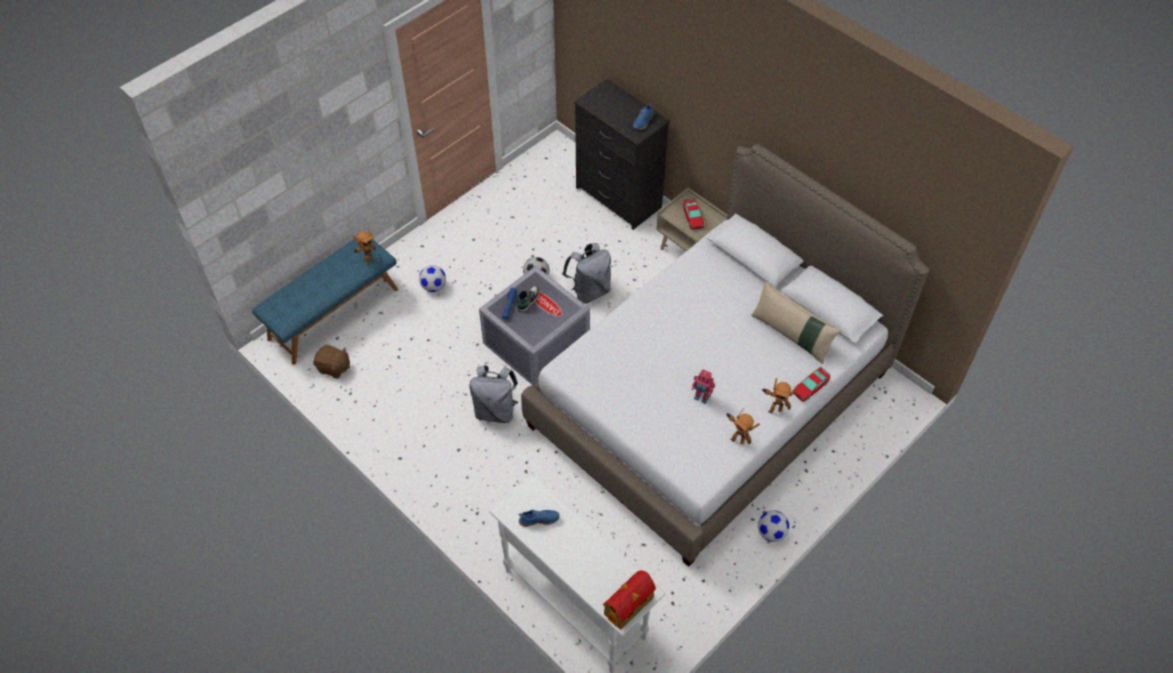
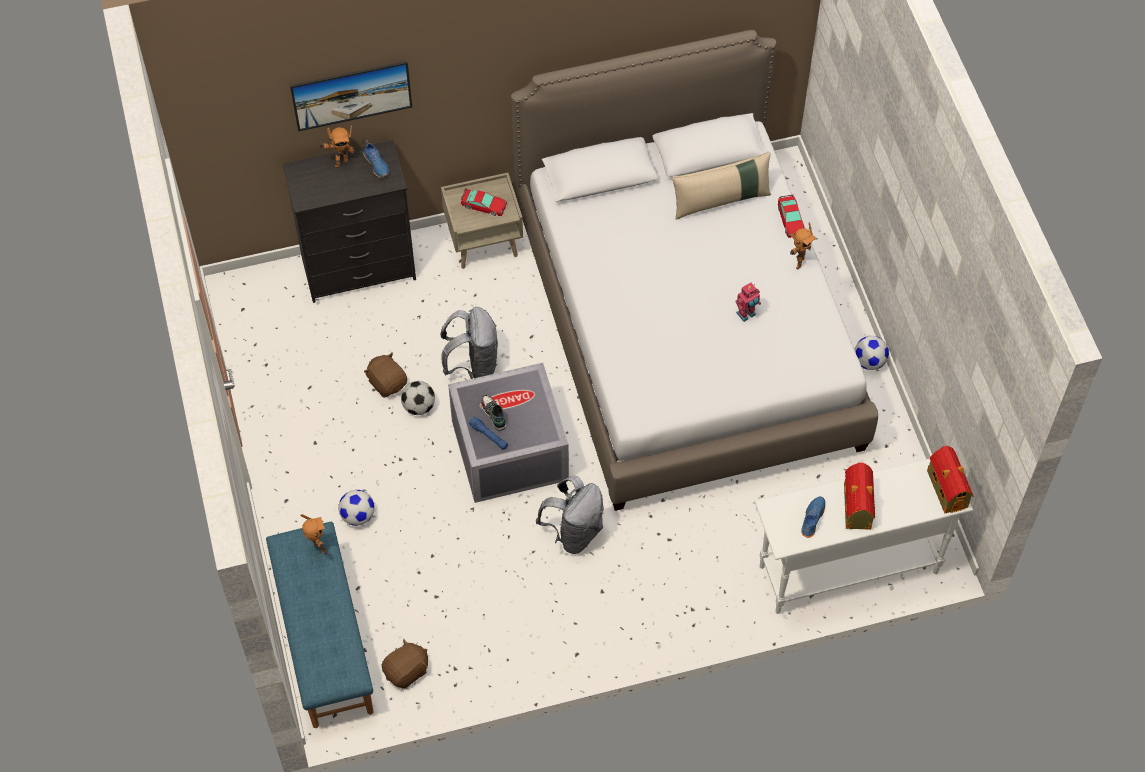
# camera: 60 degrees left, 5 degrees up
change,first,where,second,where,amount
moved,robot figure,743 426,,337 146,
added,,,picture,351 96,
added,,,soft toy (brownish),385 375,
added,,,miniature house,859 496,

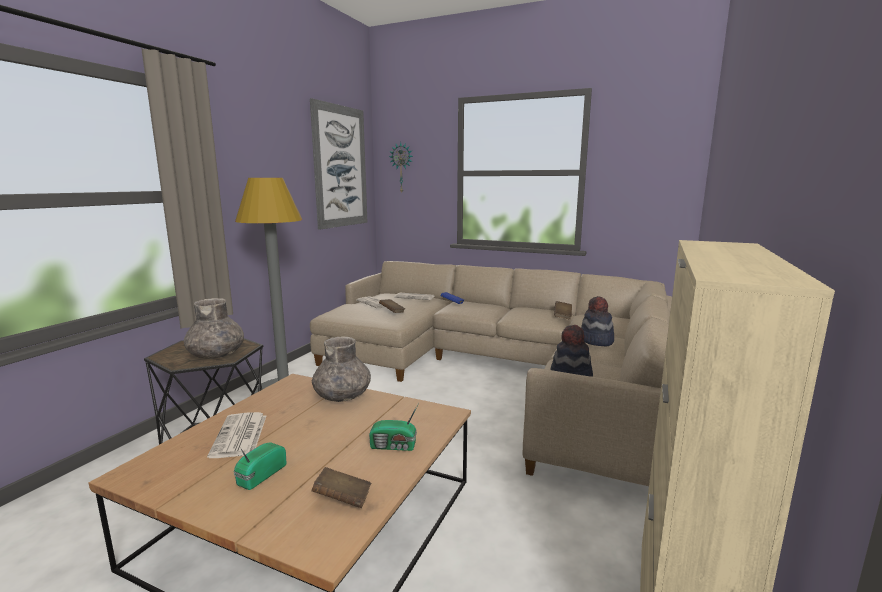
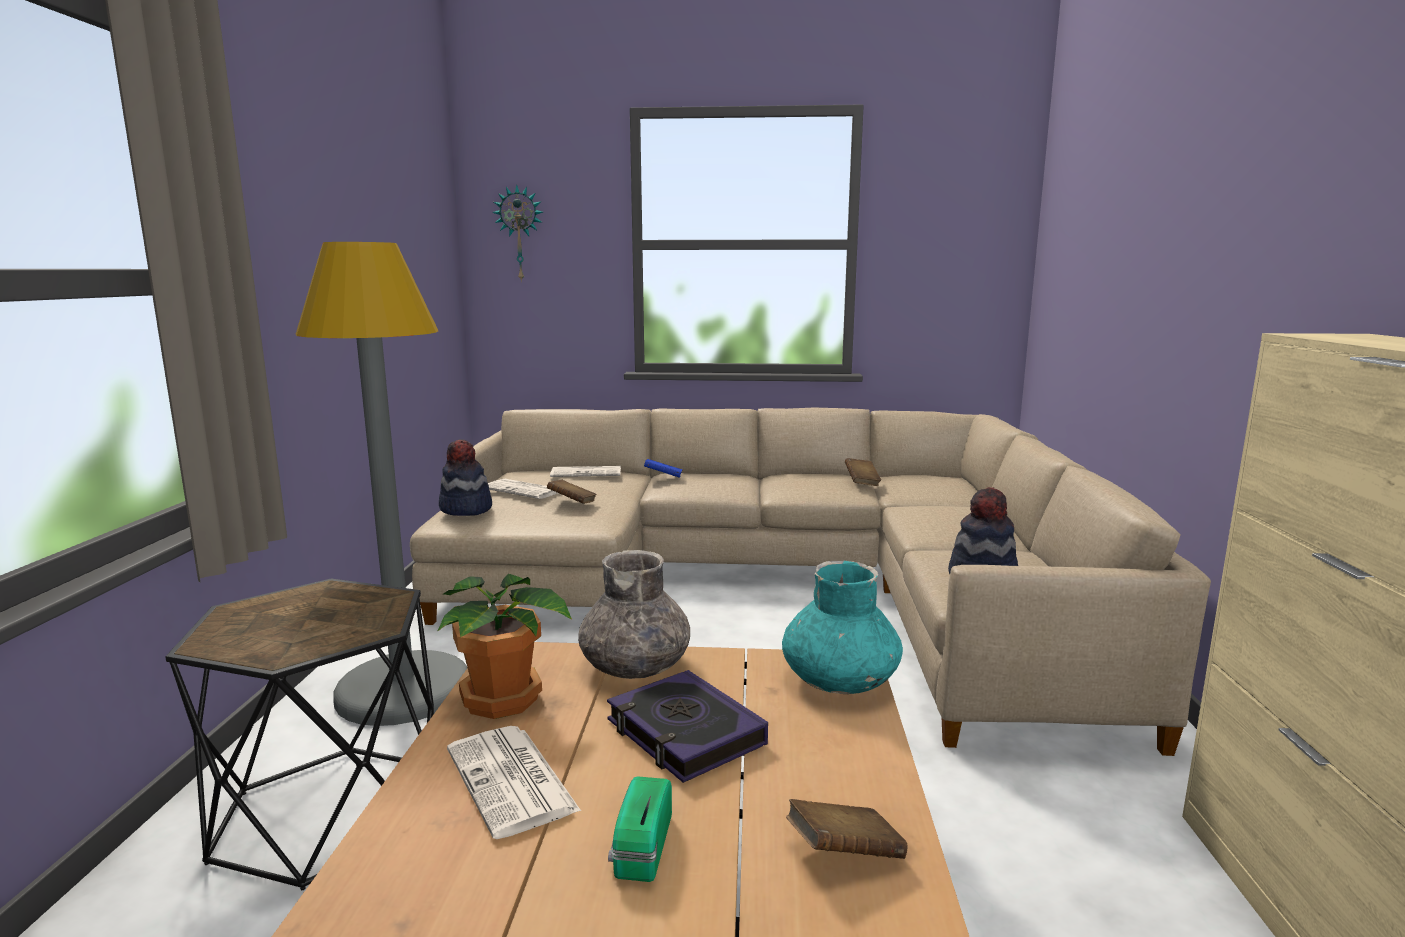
# camera: 20 degrees left, 0 degrees up
change,first,where,second,where,amount
removed,picture,339 164,,,
moved,wearable hat,597 321,,465 477,
removed,vase (greyish),214 328,,,
removed,radio set,394 427,,,
added,,,vase (blue-green),842 627,
added,,,plant in a pot,504 646,
added,,,volume,687 726,

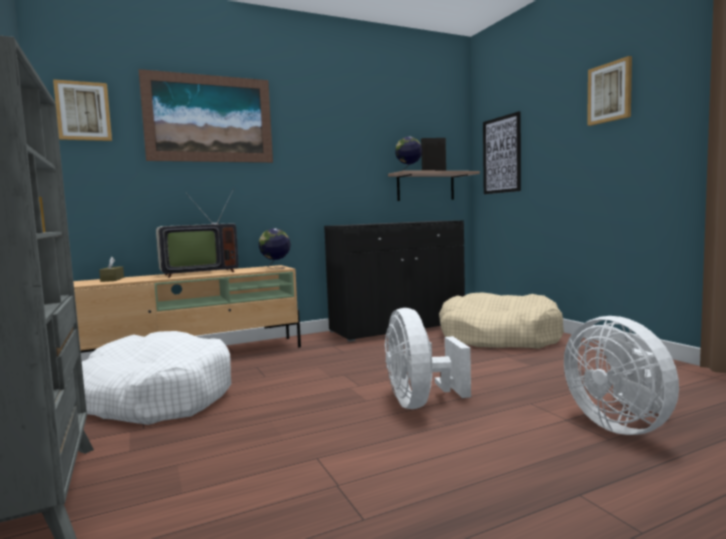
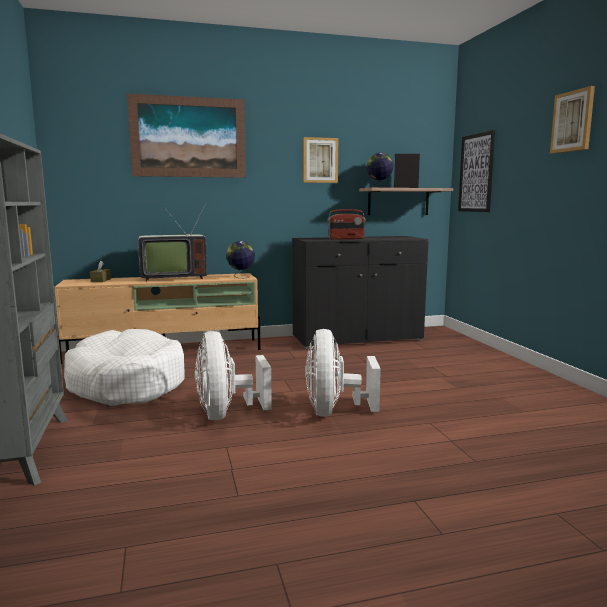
# camera: 10 degrees right, 5 degrees up
change,first,where,second,where,amount
moved,picture,82 110,,320 160,
removed,pet bed (beige-coloured),501 320,,,
moved,fan (white),621 375,,233 375,
added,,,radio set,346 224,

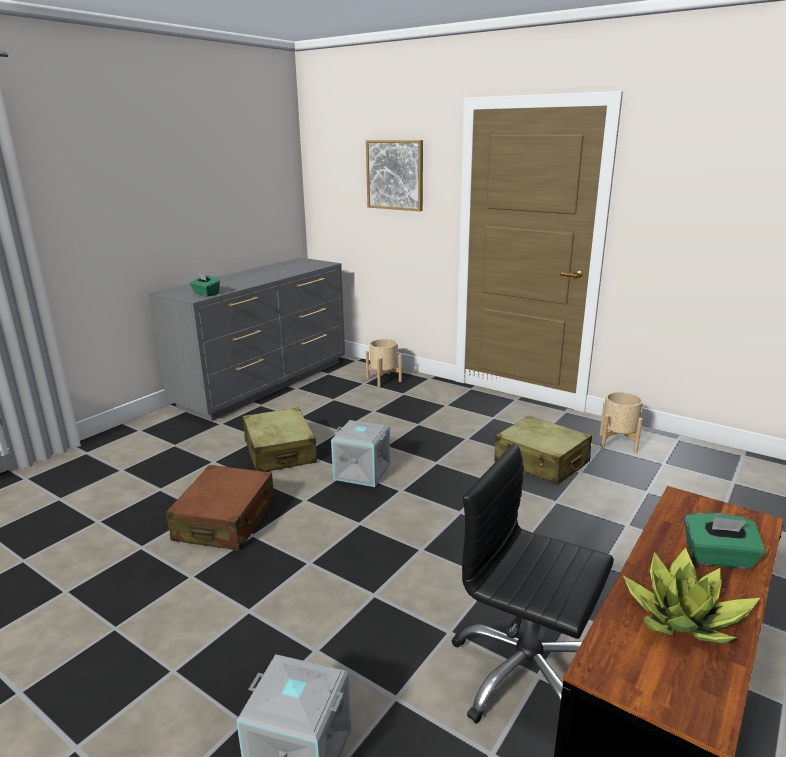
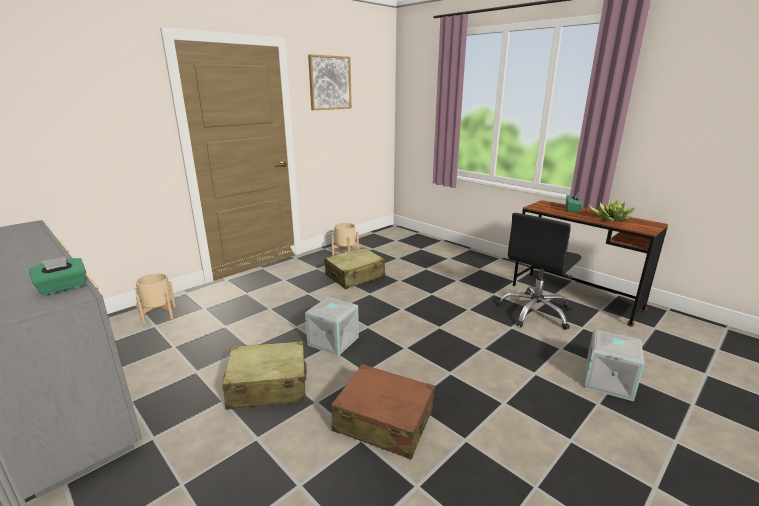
# camera: 80 degrees left, 0 degrees up
change,first,where,second,where,amount
moved,picture,394 175,,330 82,

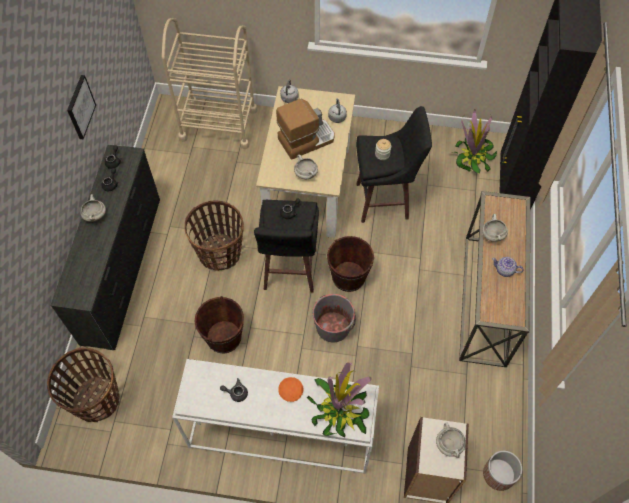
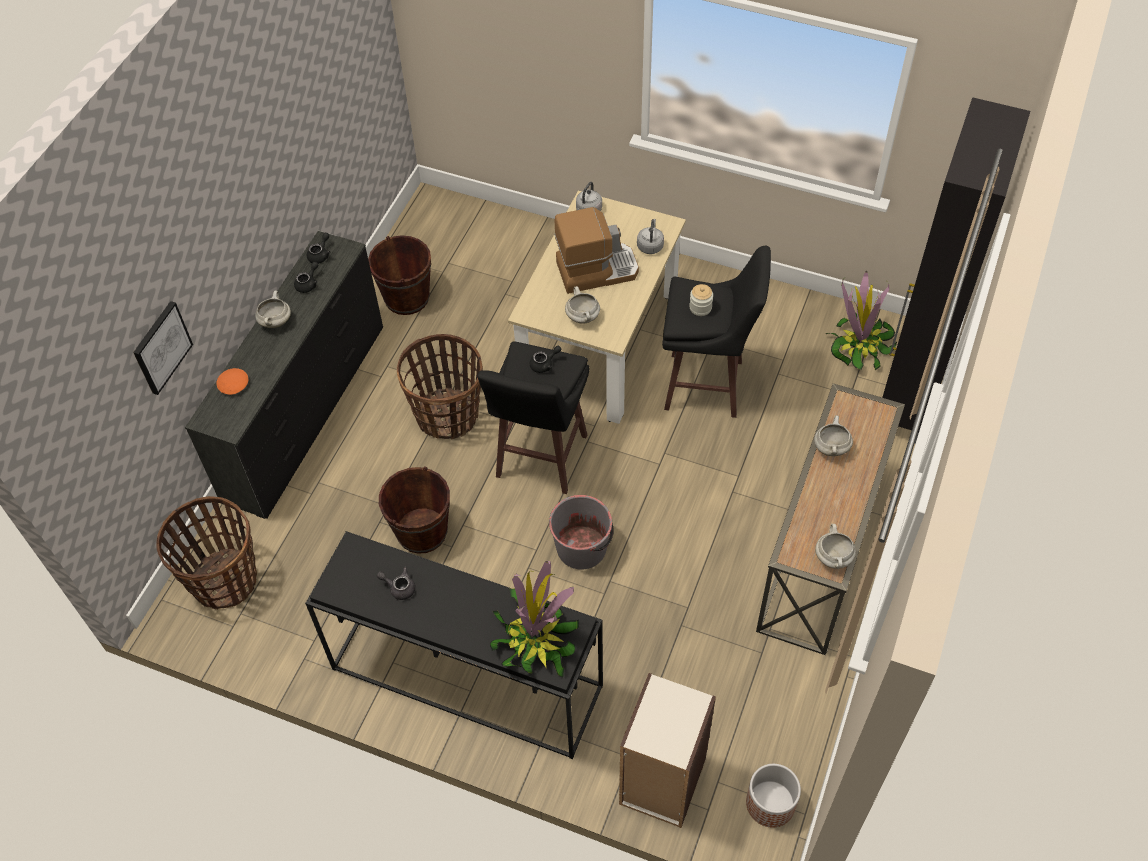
# camera: 15 degrees right, 5 degrees down
change,first,where,second,where,amount
removed,cart (beige-coloured),209 83,,,
moved,picture,81 107,,163 348,
moved,pail (brownish),350 264,,399 275,
removed,teapot,508 267,,,
recoloured,hall table (white),275 416,hall table (black-coloured),454 645,
moved,plate (orange-coloured),290 389,,232 381,
moved,cooking pot (white),451 440,,835 546,

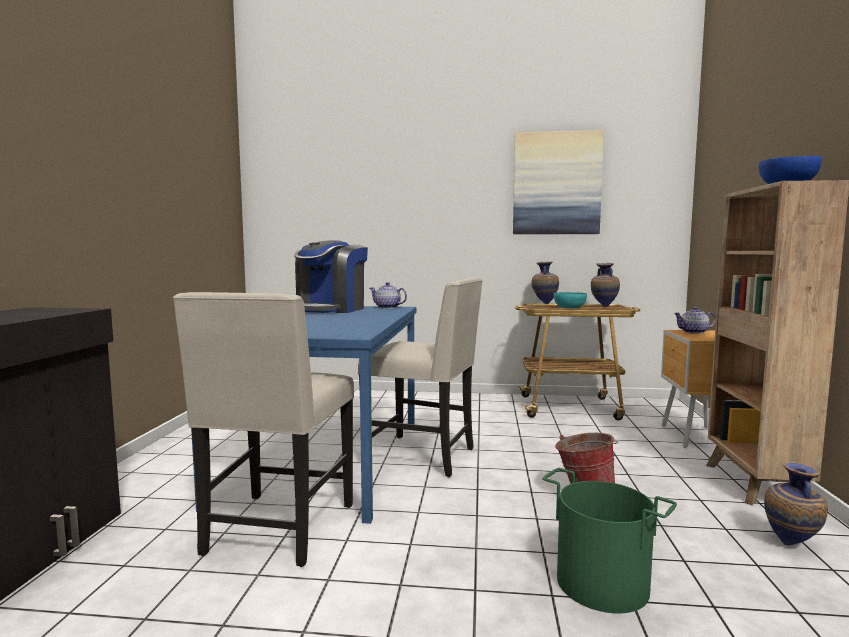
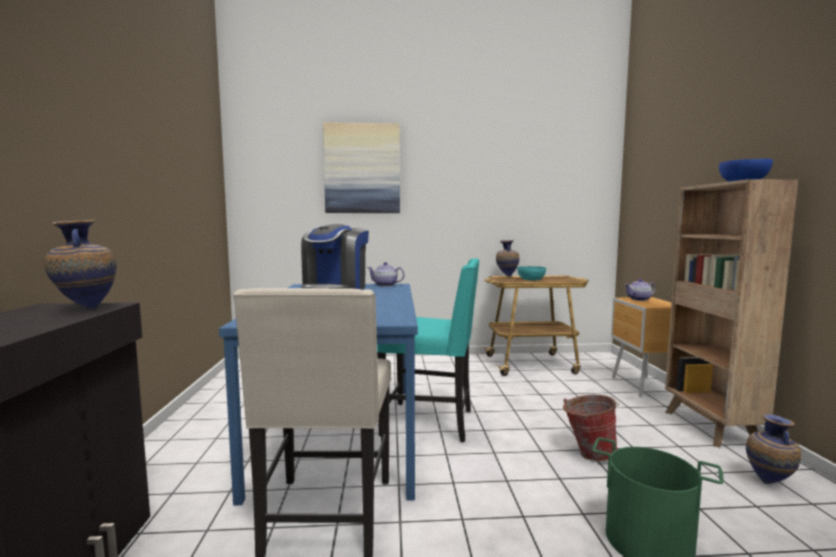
# camera: 10 degrees left, 0 degrees up
change,first,where,second,where,amount
moved,picture,558 182,,361 167,
moved,vase,605 285,,80 264,
recoloured,upright chair (beige-coloured),420 377,upright chair (blue-green),428 350,

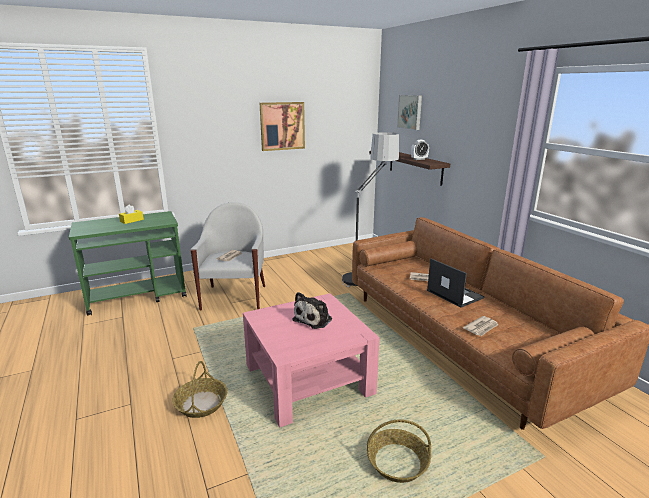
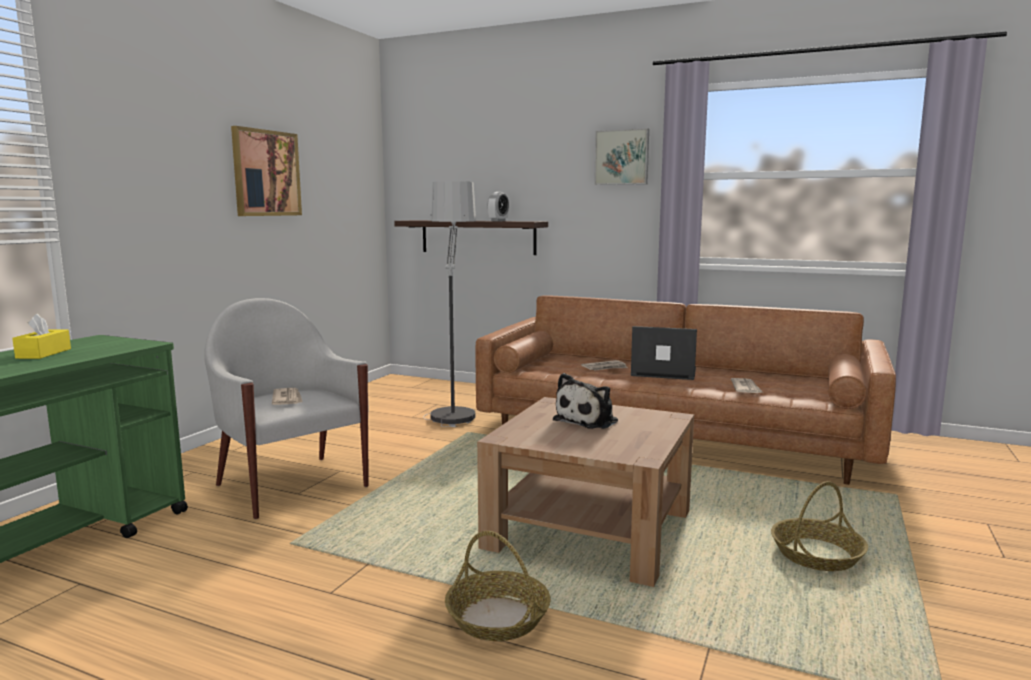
# camera: 40 degrees left, 10 degrees down
change,first,where,second,where,amount
moved,picture,409 112,,621 156,
turned,soft toy,312 310,,585 401,45 degrees clockwise
recoloured,low table (pinkish),311 360,low table (brownish),585 492,

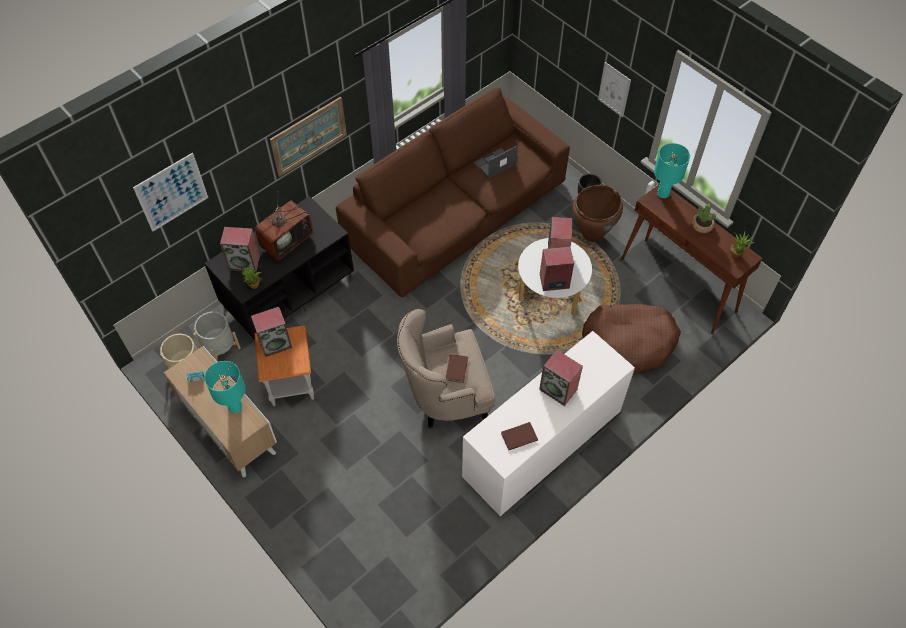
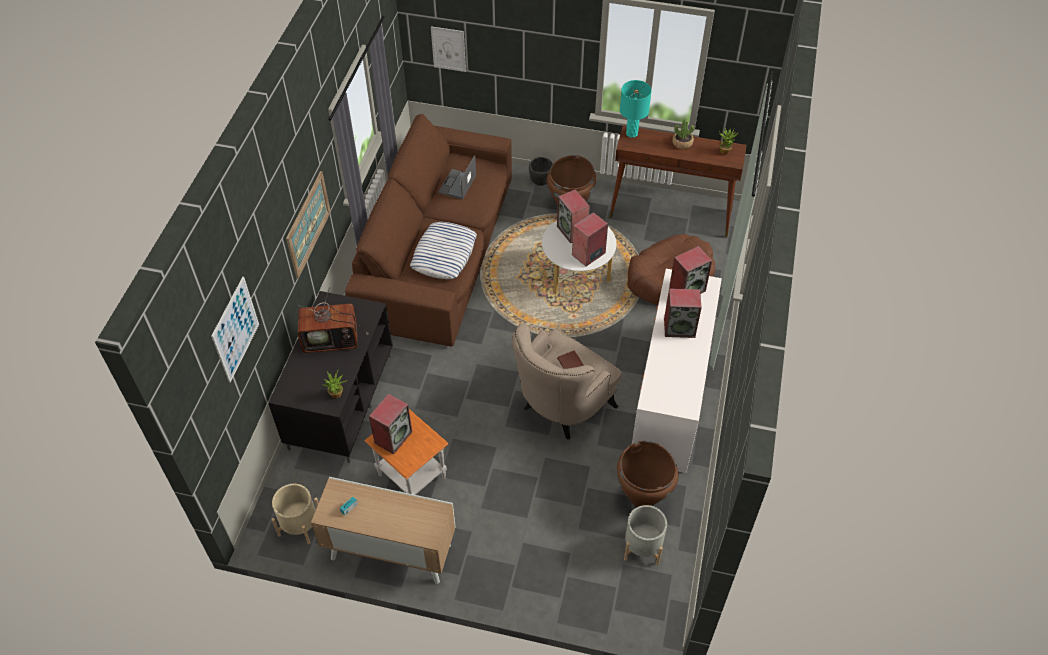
# camera: 35 degrees left, 5 degrees down
change,first,where,second,where,amount
moved,picture,614 90,,448 49,
turned,TV set,284 231,,333 320,75 degrees clockwise
moved,audio speaker,240 249,,690 270,
moved,flower pot (greyish),217 336,,645 535,
removed,lamp for a table (blue-green),225 387,,,
removed,volume (brownish),519 436,,,
added,,,pillow,443 250,
added,,,vase (brownish),647 474,

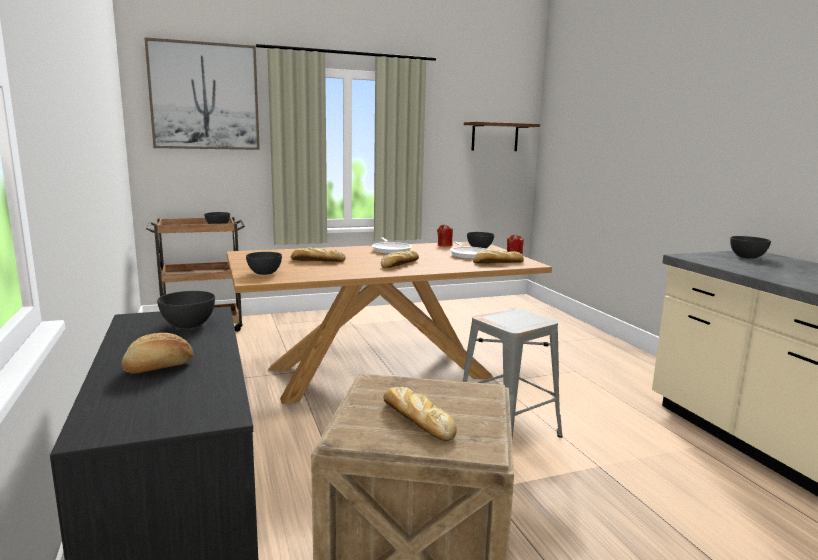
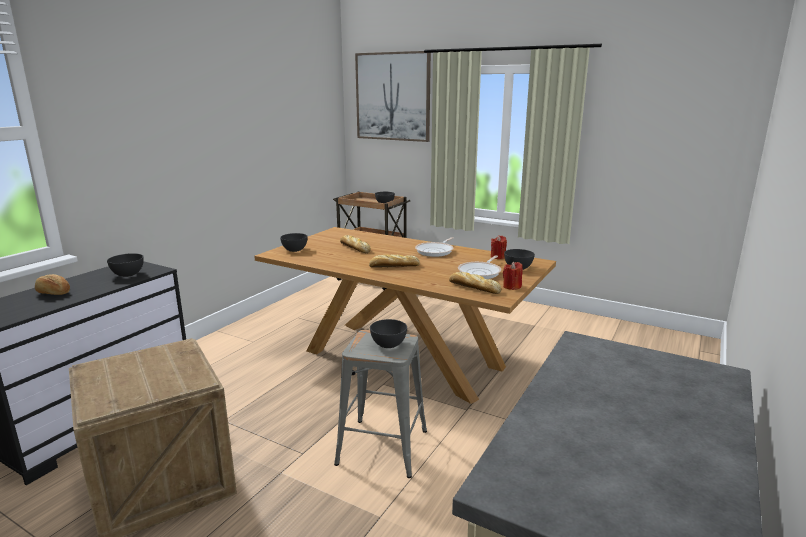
# camera: 50 degrees right, 5 degrees up
change,first,where,second,where,amount
removed,bracket shelf (brownish),502 136,,,
moved,serving bowl (greyish),750 247,,388 333,
removed,bakery bread,420 414,,,

